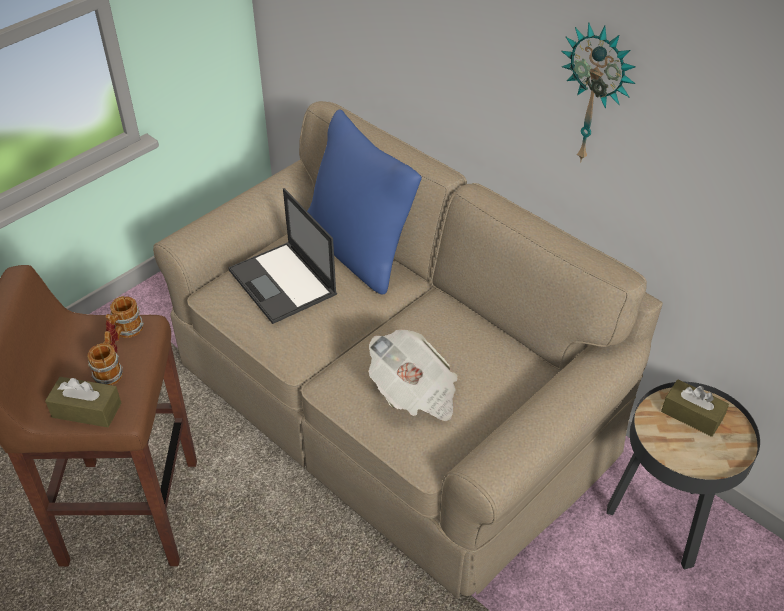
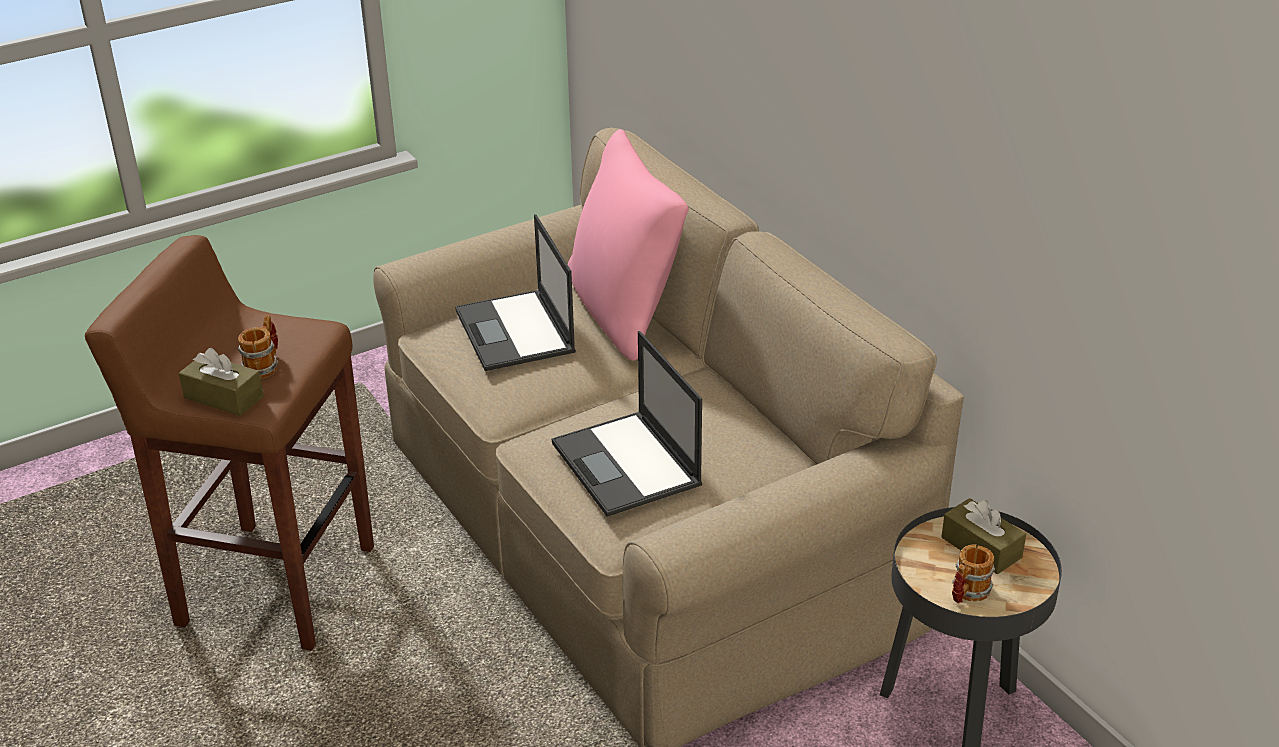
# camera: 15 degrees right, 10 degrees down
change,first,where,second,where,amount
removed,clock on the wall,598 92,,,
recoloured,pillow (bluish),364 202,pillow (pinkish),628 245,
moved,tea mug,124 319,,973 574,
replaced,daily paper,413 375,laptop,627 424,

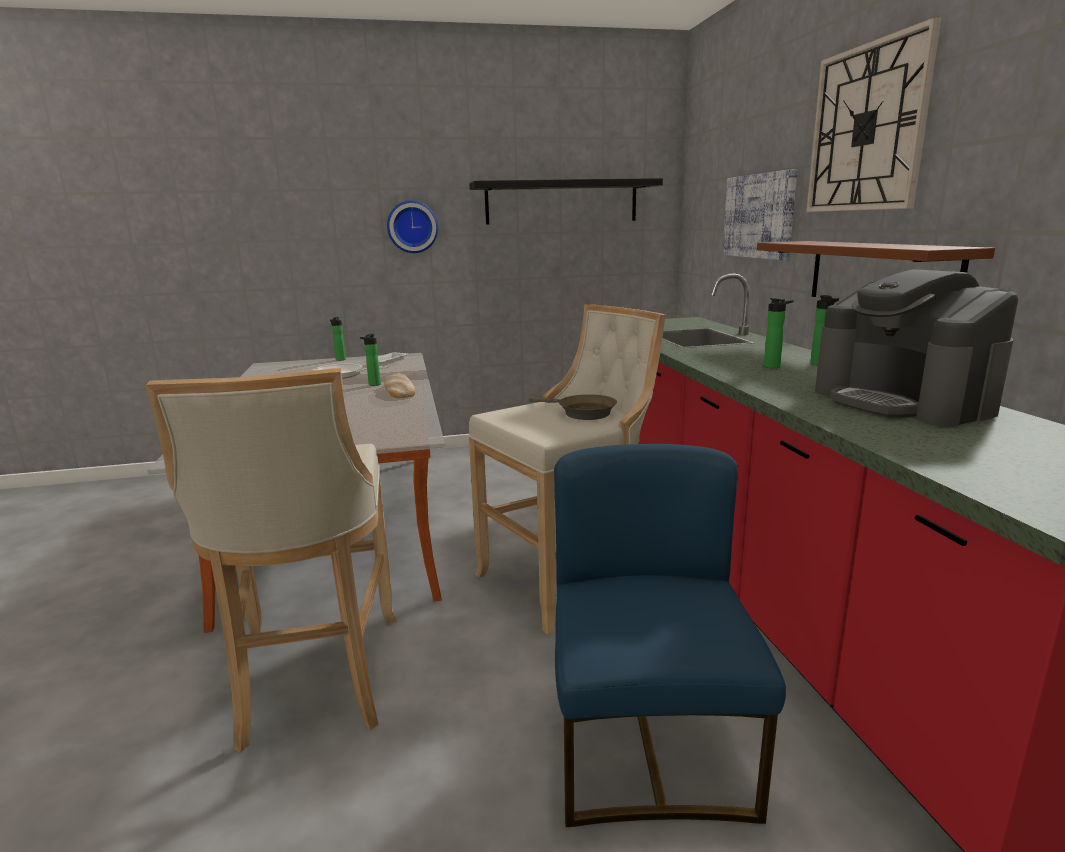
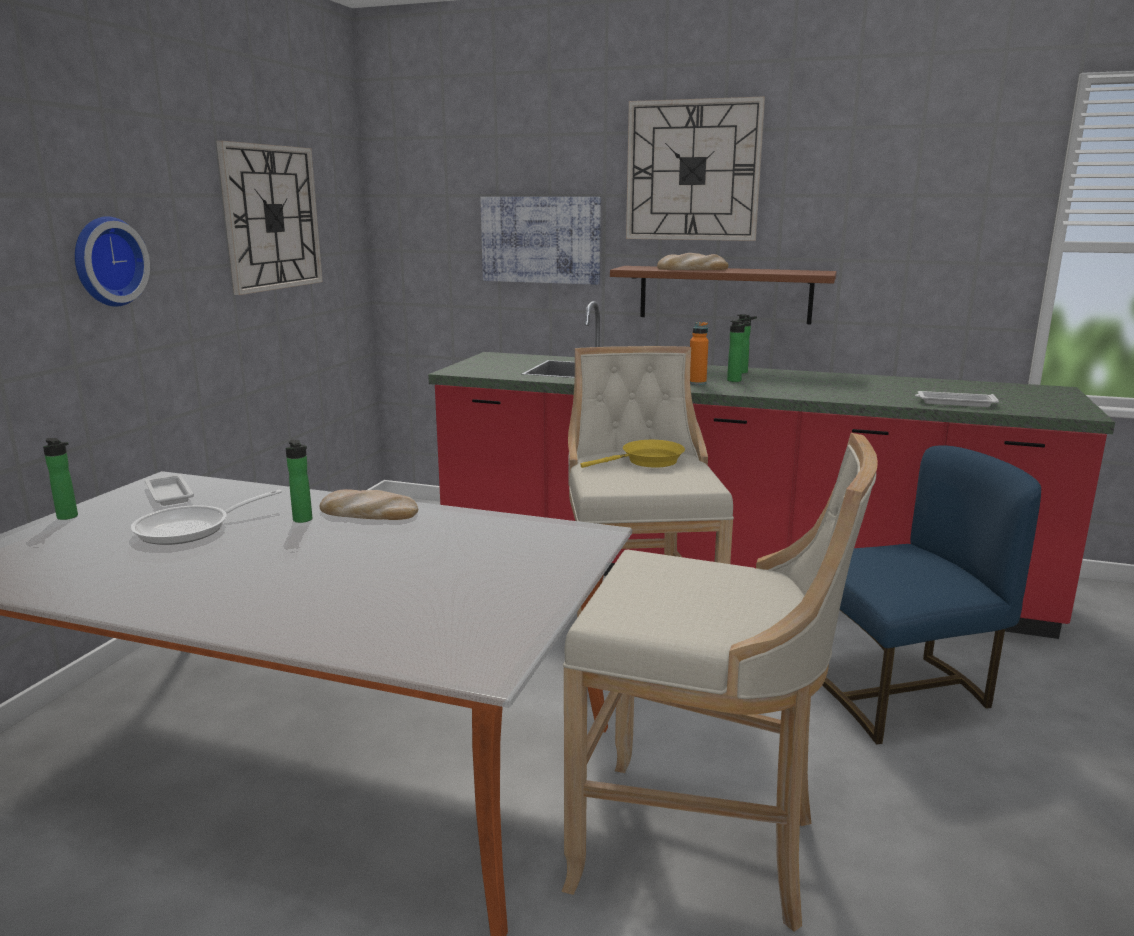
# camera: 60 degrees left, 0 degrees up
change,first,where,second,where,amount
replaced,bracket shelf (black-coloured),566 201,clock on the wall,269 218,
removed,coffee brewer,916 348,,,
recoloured,pan (brownish),573 407,pan (yellow),632 454,
turned,upright chair (bluish),670 635,,931 595,135 degrees clockwise
added,,,bakery bread,693 261,
added,,,beverage bottle (orange-coloured),699 353,
added,,,carrying tray (white),957 399,

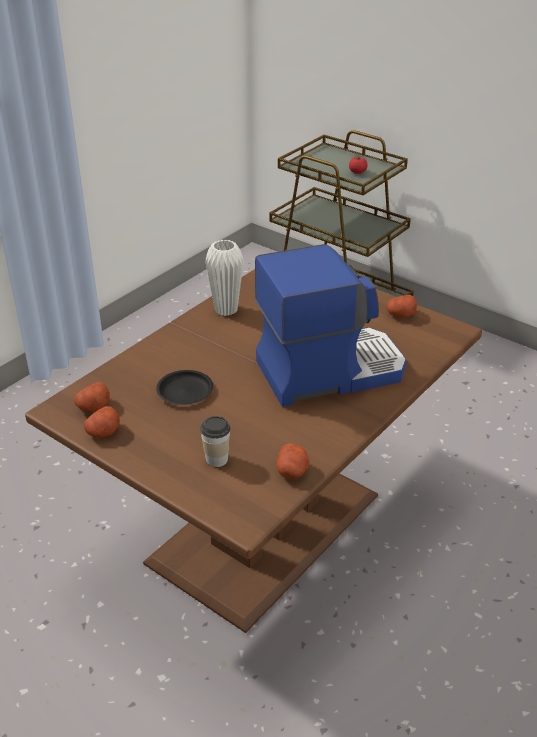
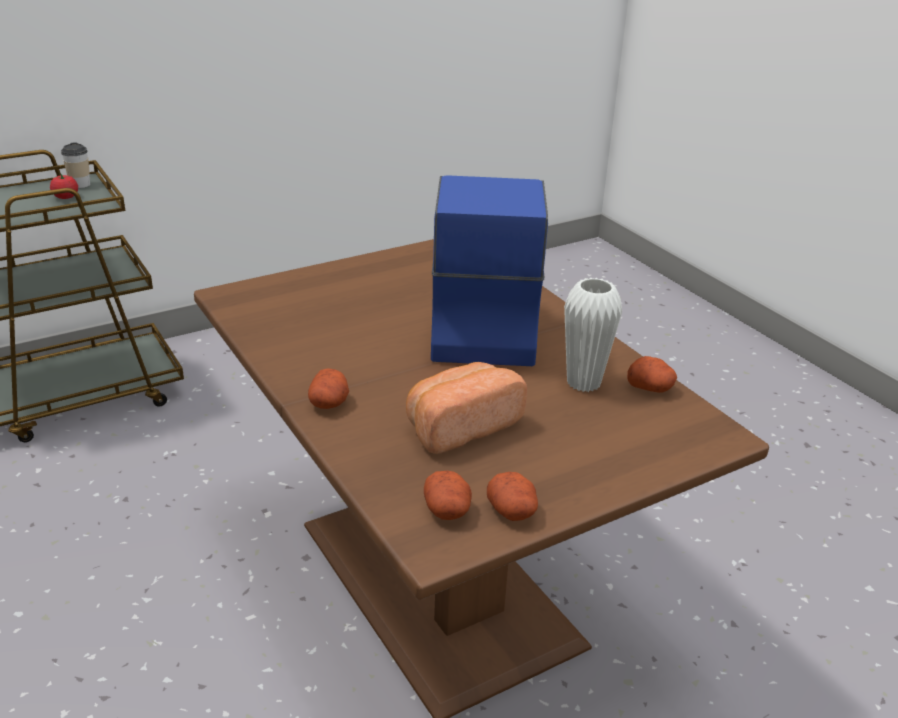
# camera: 70 degrees left, 5 degrees down
change,first,where,second,where,amount
moved,vase (white),224 278,,593 335,
moved,spud,402 306,,328 388,
replaced,plate (black-coloured),184 387,bakery bread,466 408,
moved,drinking cup,215 441,,75 165,

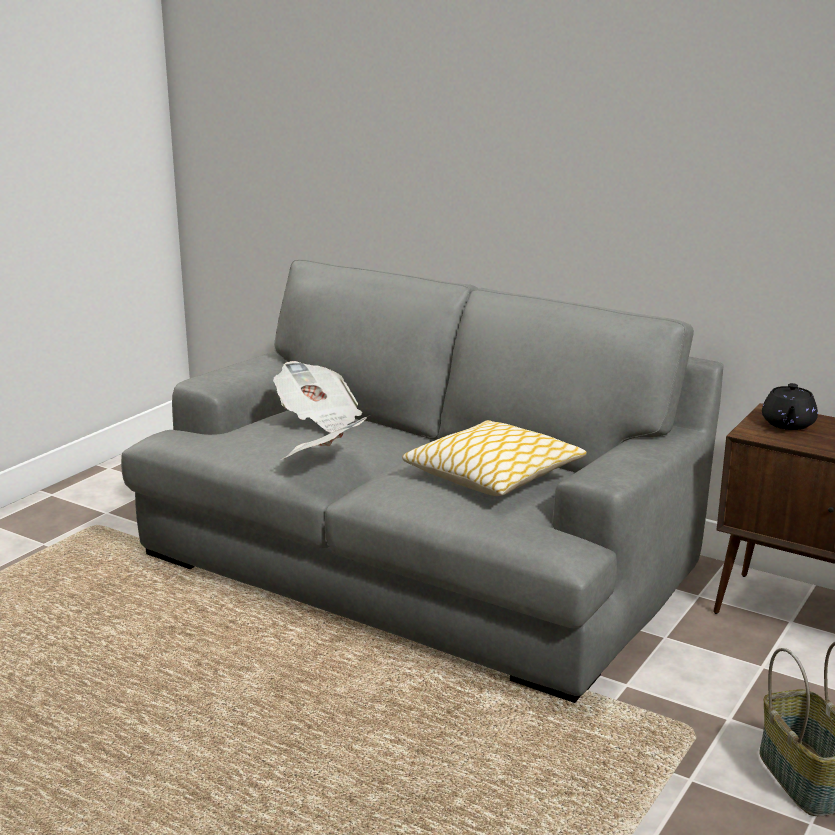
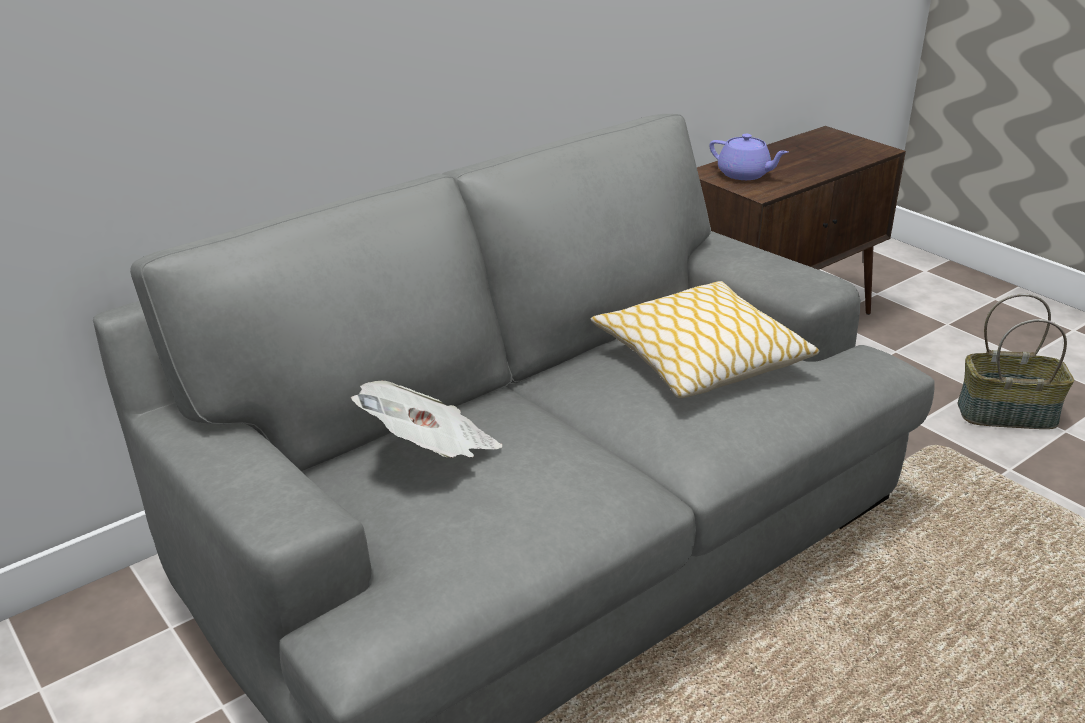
# camera: 70 degrees left, 10 degrees up
change,first,where,second,where,amount
recoloured,teapot (black-coloured),790 406,teapot (purple-coloured),748 157,
removed,daily paper,325 437,,,

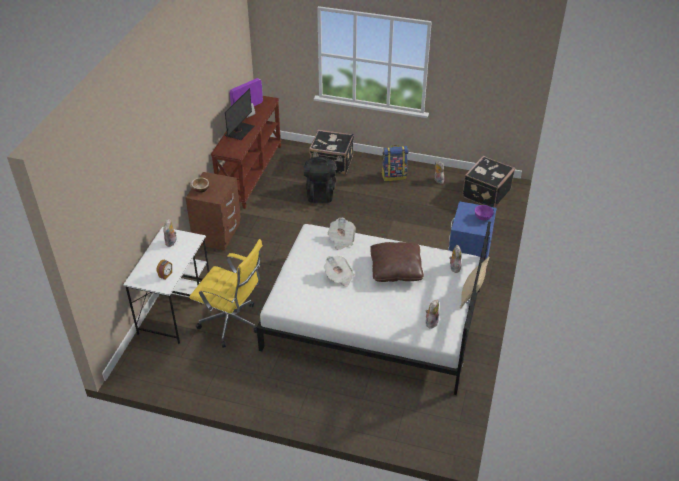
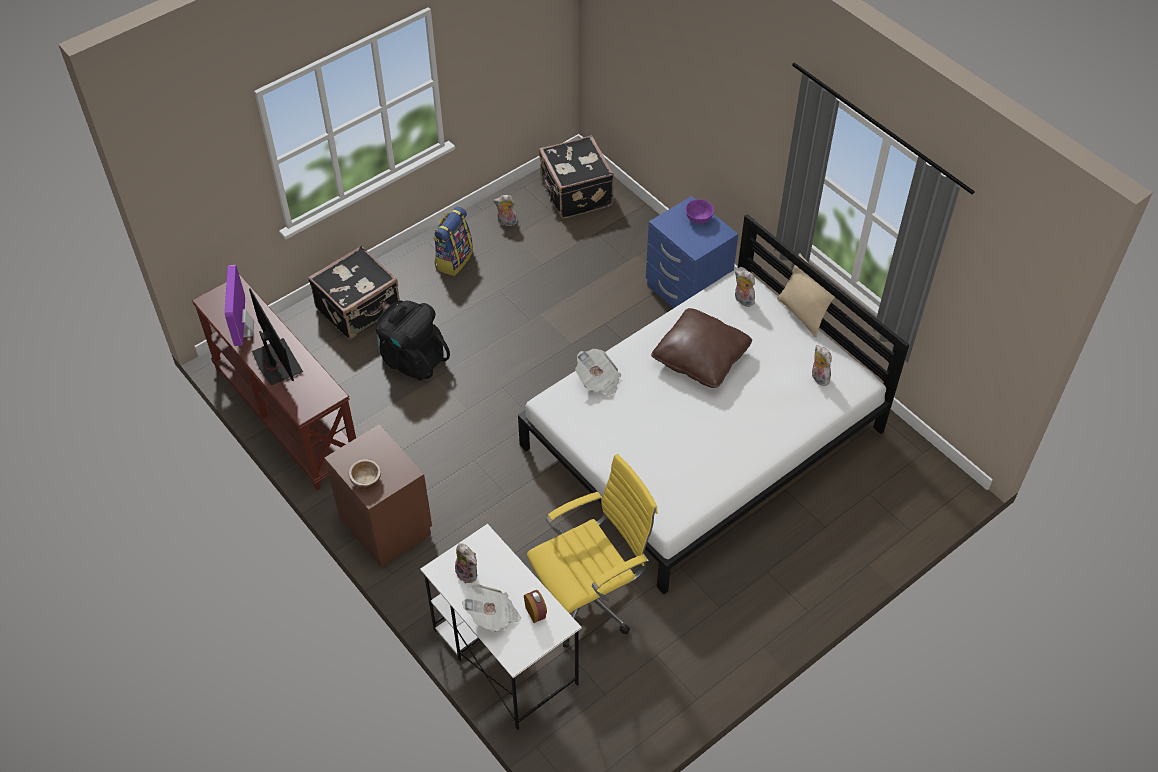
# camera: 55 degrees left, 10 degrees up
change,first,where,second,where,amount
moved,daily paper,339 271,,491 608,

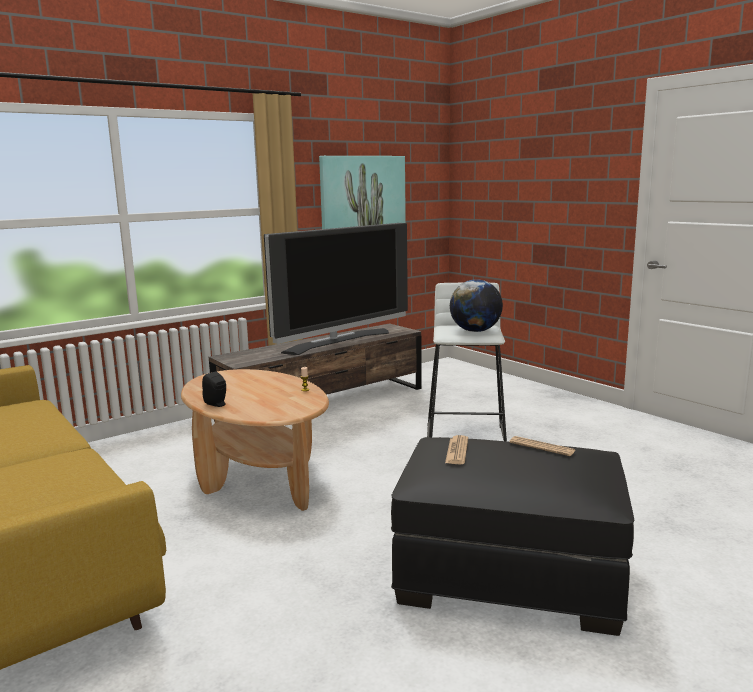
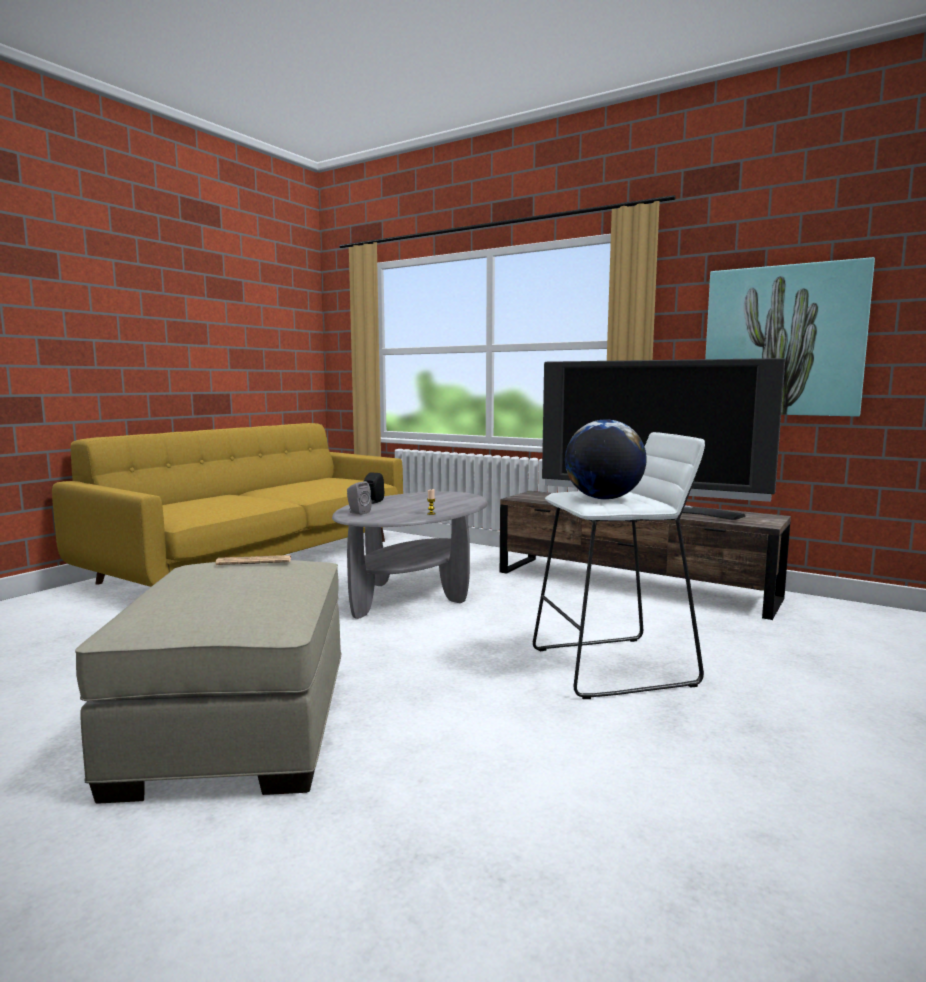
# camera: 70 degrees right, 5 degrees down
change,first,where,second,where,amount
recoloured,low table (brownish),255 440,low table (greyish),410 555,
removed,daily paper,543 446,,,
recoloured,ottoman (black-coloured),513 536,ottoman (beige-coloured),208 682,
added,,,audio speaker (greyish),359 498,

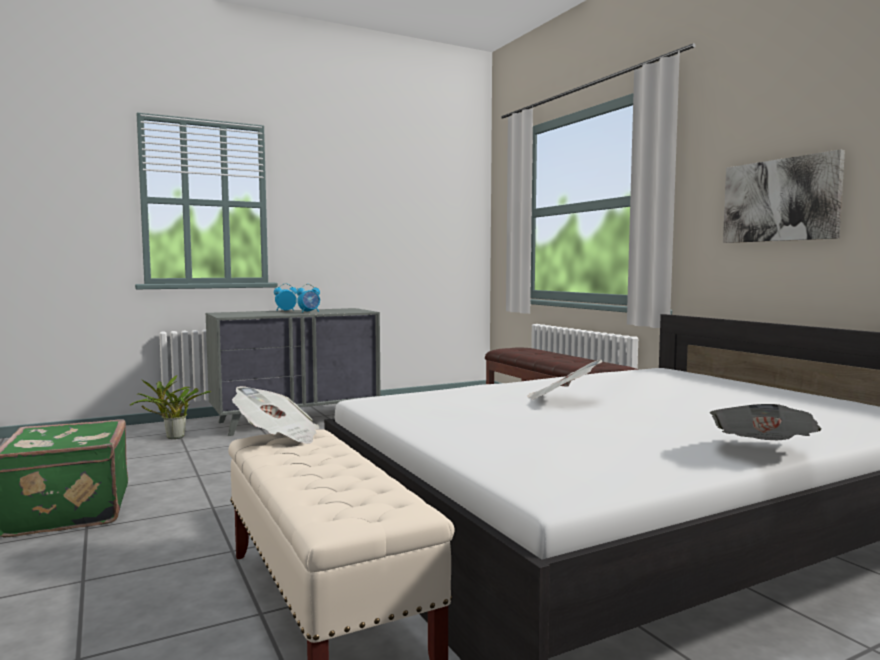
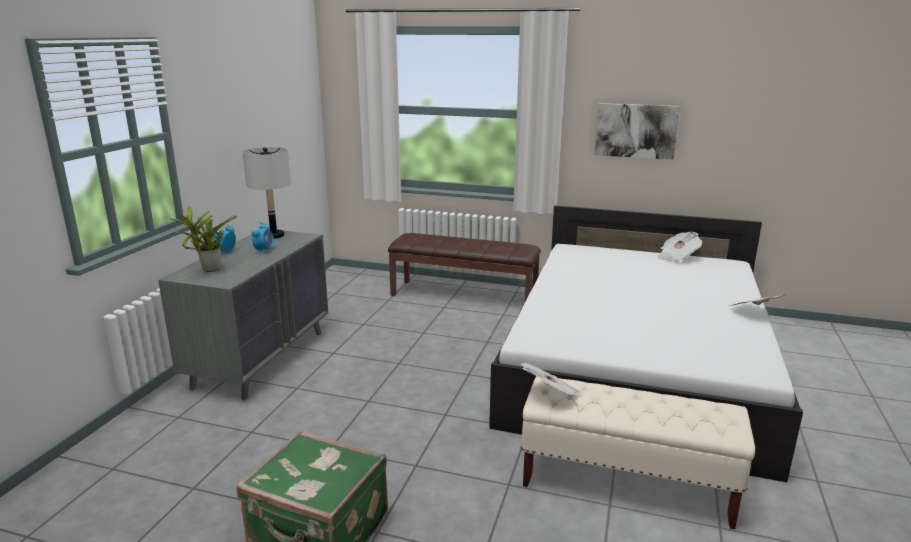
# camera: 45 degrees left, 15 degrees up
change,first,where,second,where,amount
moved,daily paper,565 380,,679 247,
moved,plant in a pot,170 407,,203 239,
added,,,lamp for a table (greyish),266 193,

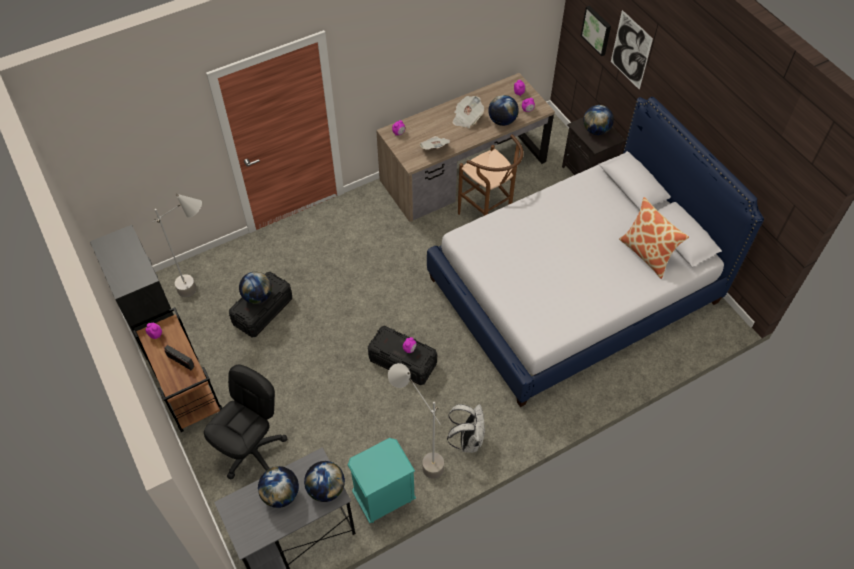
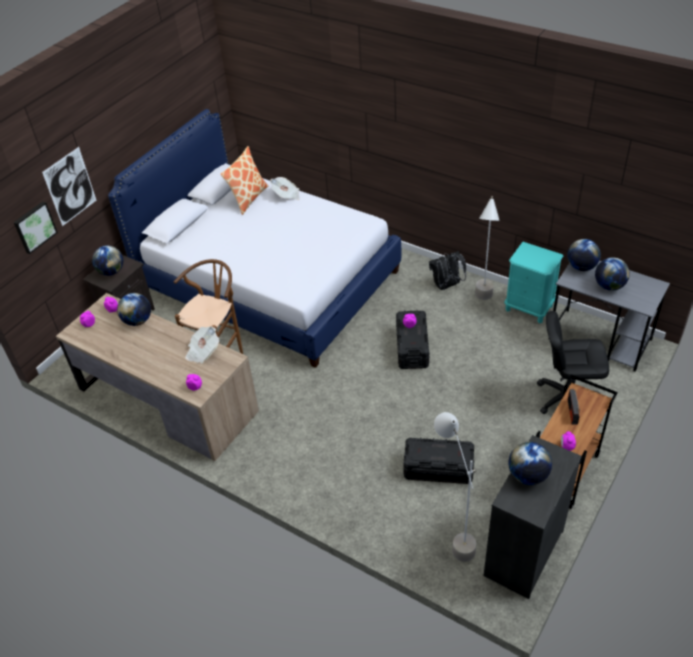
# camera: 115 degrees left, 10 degrees down
change,first,where,second,where,amount
moved,daily paper,468 112,,285 188,
moved,desk globe,255 288,,530 463,
recoloured,knapsack (white),466 428,knapsack (black-coloured),447 270,

